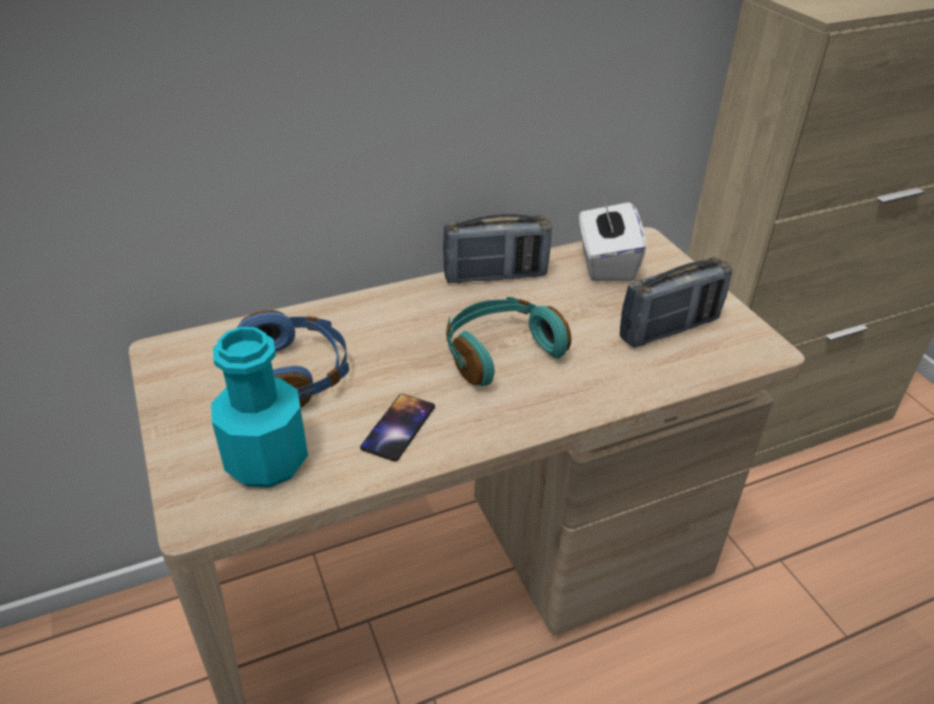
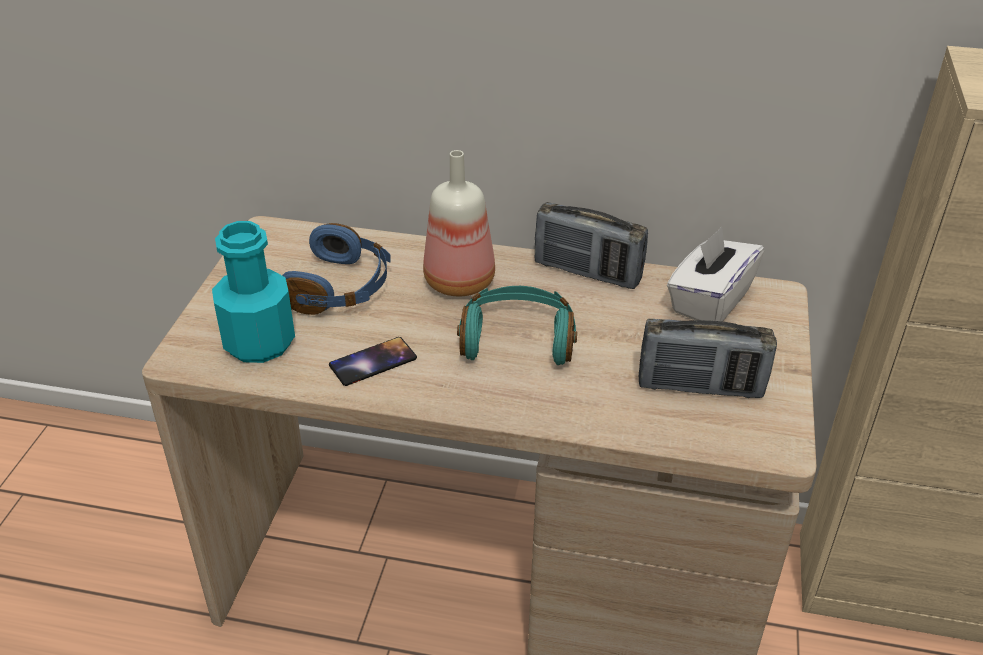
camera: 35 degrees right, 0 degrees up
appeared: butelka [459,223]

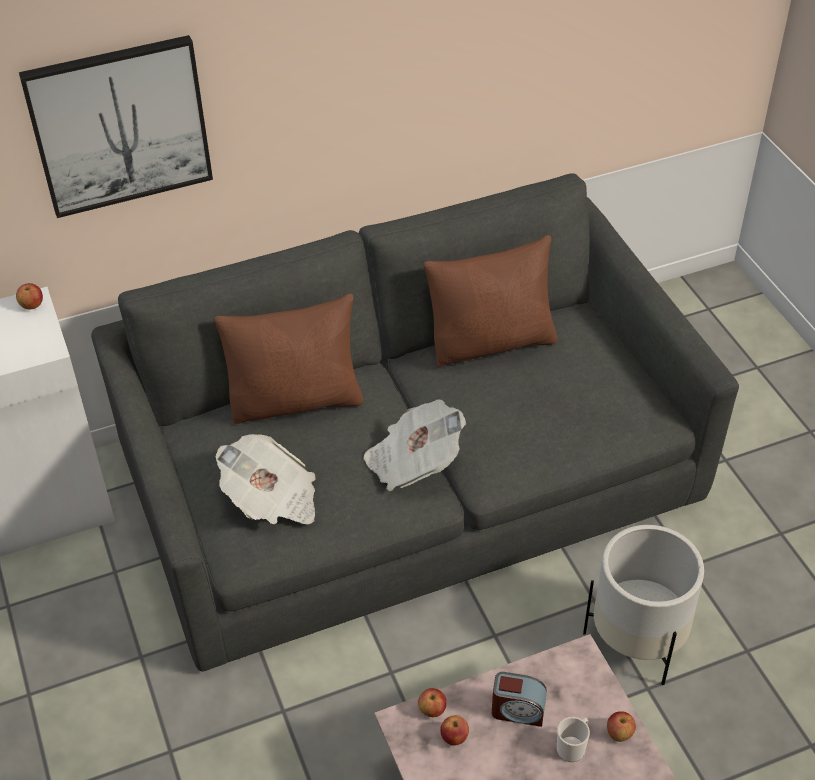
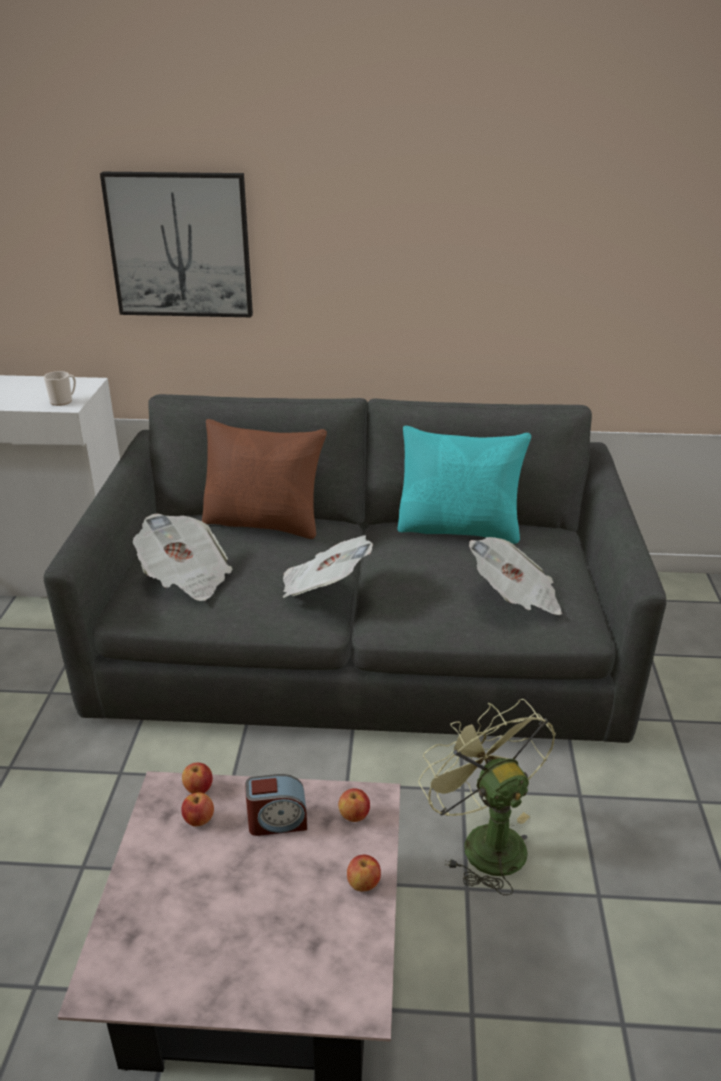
camera: 25 degrees right, 15 degrees down
appeared: gazeta [515,576]
relocated: jabłko [29,296] to [354,805]; kubek [573,739] to [60,388]
exchanged: donica/biały [643,605] to wentylator/zielony [487,797]
colour: poduszka/brązowy [490,301] to poduszka/turkusowy [464,485]
spun: budzik [519,699] = [276,805] 45 degrees counterclockwise

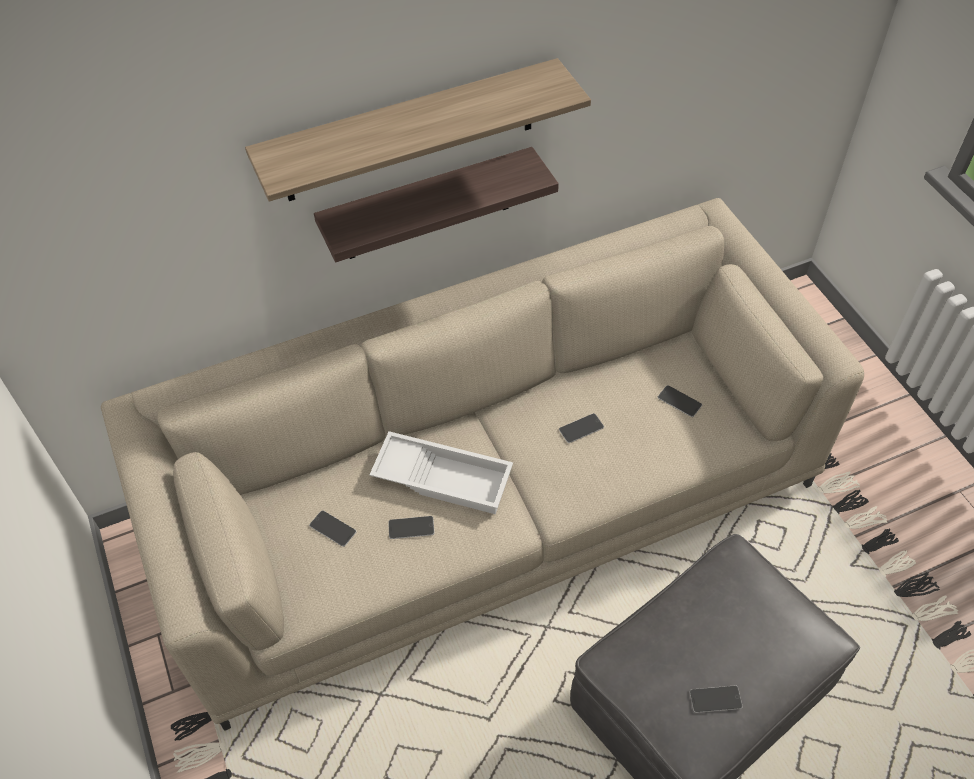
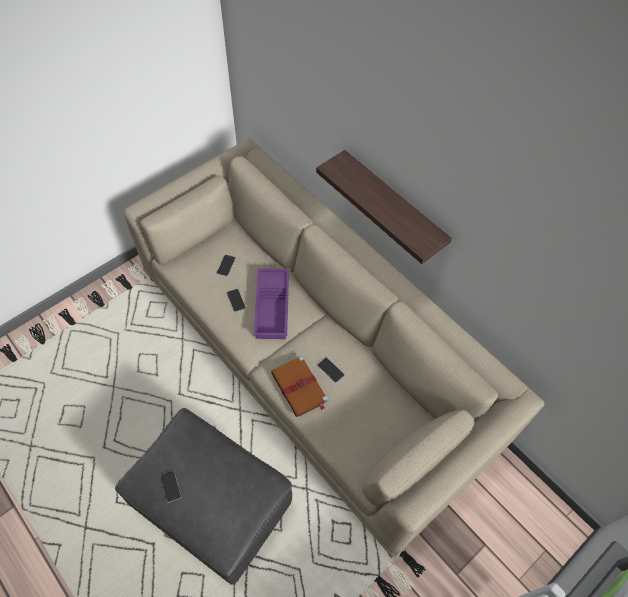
camera: 70 degrees right, 5 degrees up
missing: półka [418,130]; telefon [680,401]
appeared: książka/brązowy [299,386]
colour: taca/biały [441,472] to taca/fioletowy [271,303]

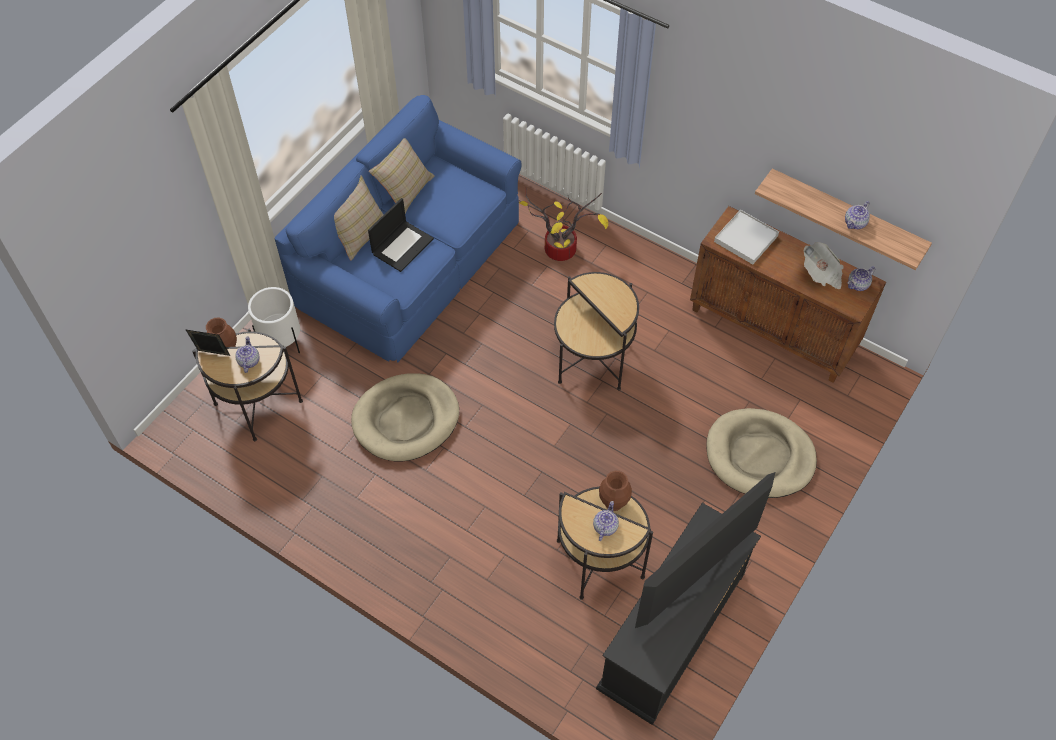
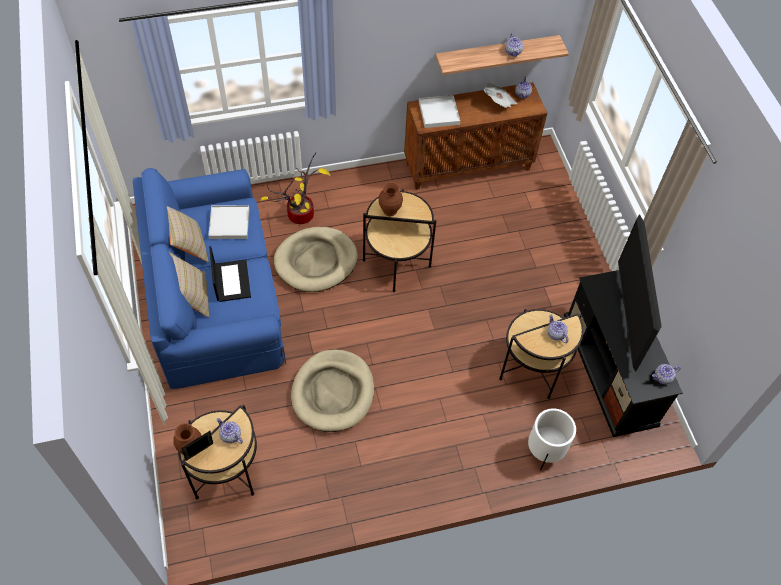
camera: 50 degrees left, 0 degrees up
appeared: taca/biały [228,222]; imbryk [666,374]
relocated: donica/biały [274,320] to [552,439]; legowisko/beżowy [762,453] to [316,259]; wazon/brązowy [615,490] to [391,199]

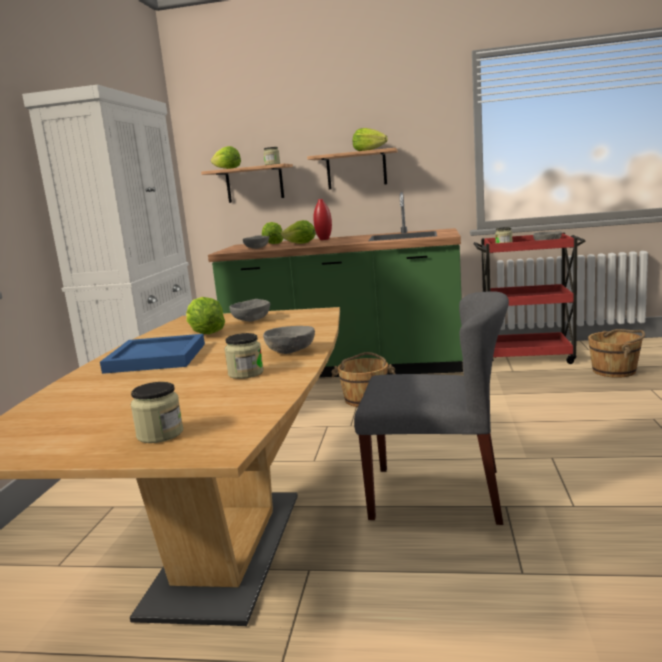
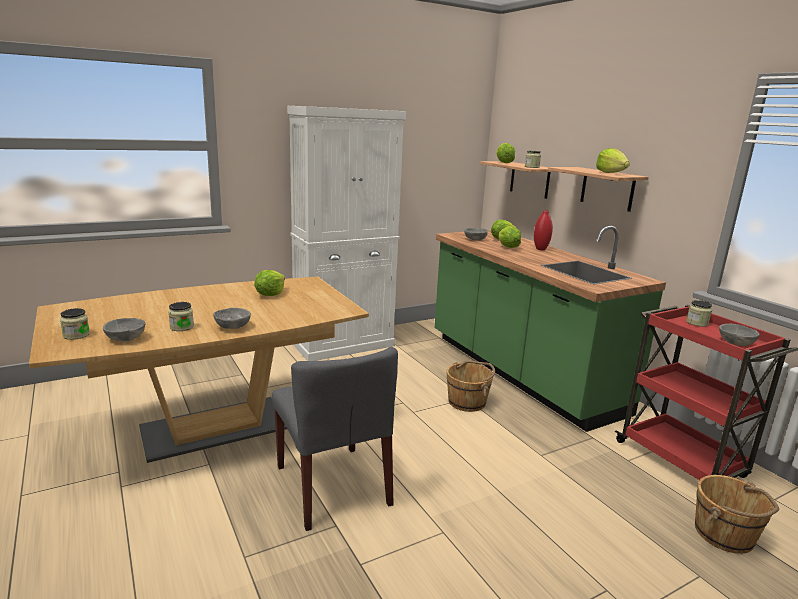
camera: 50 degrees right, 5 degrees up
missing: taca/niebieski [152,354]
relocated: miska/szary [249,310] to [124,329]

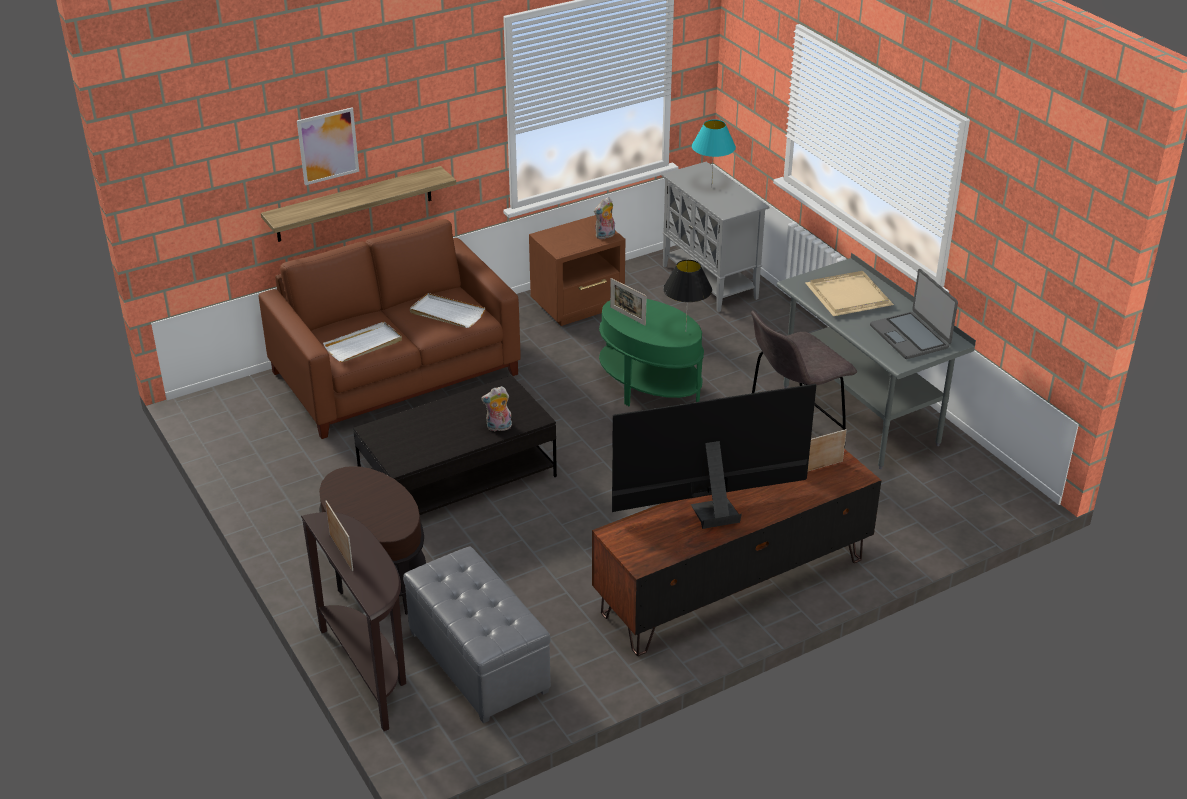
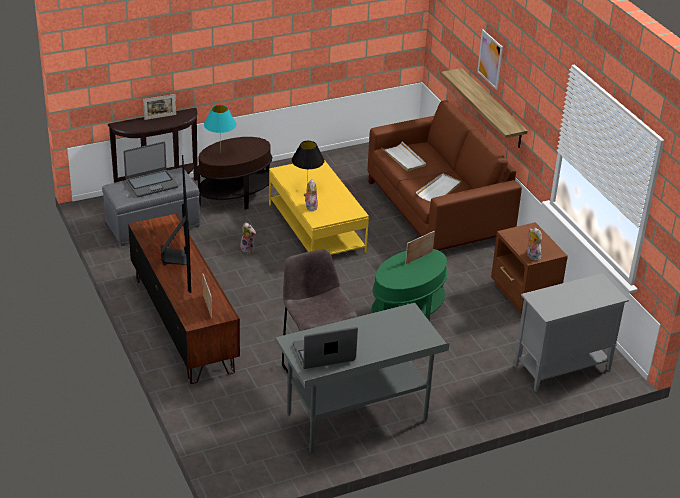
camera: 95 degrees right, 0 degrees up
missing: taca/beżowy [850,293]
appeared: laptop [150,169]; pluszak [248,238]
relocated: lampa stołowa/turkusowy [714,154] to [220,129]; lampa stołowa/czarny [687,292] to [307,163]
colour: ława/czarny [455,445] to ława/żółty [319,207]

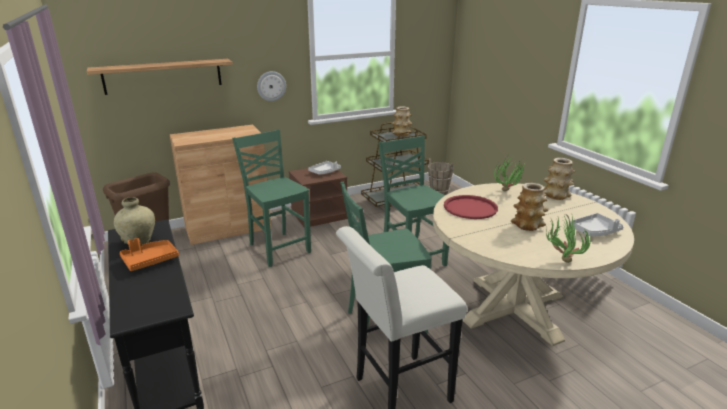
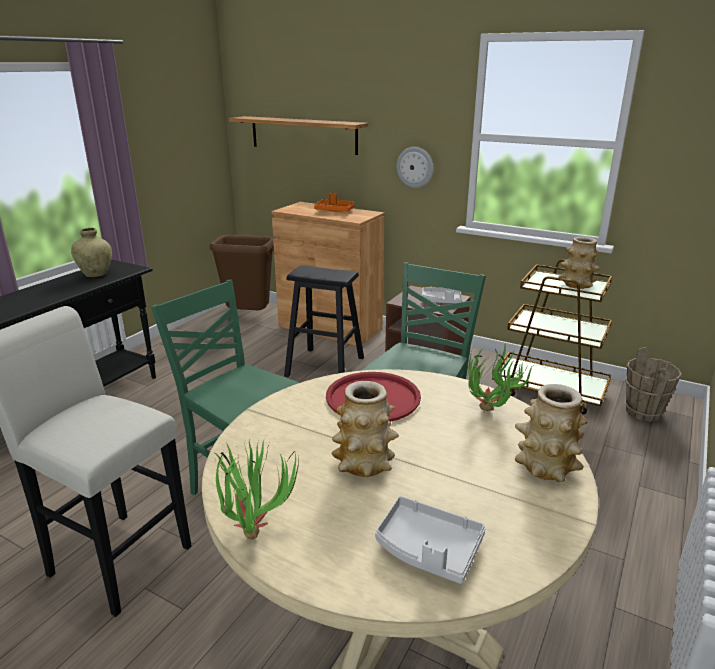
camera: 55 degrees right, 0 degrees up
relocated: taca/pomarańczowy [149,254] to [334,202]
exchanged: krzesło/zielony [271,198] to stołek/czarny [324,321]

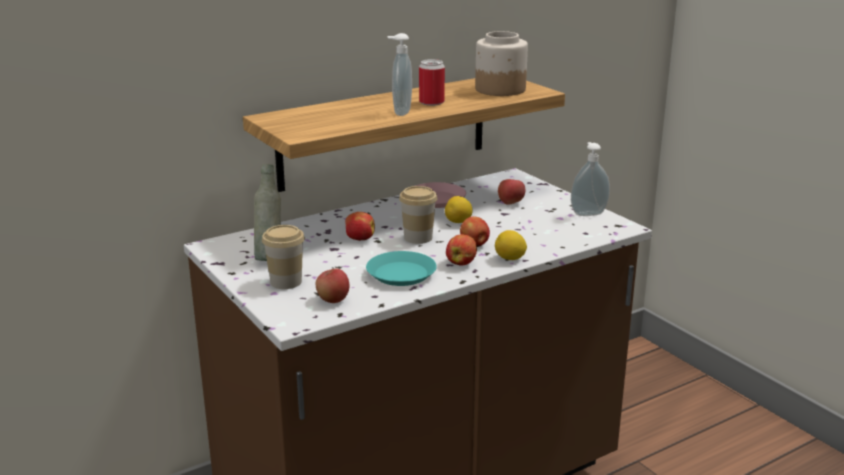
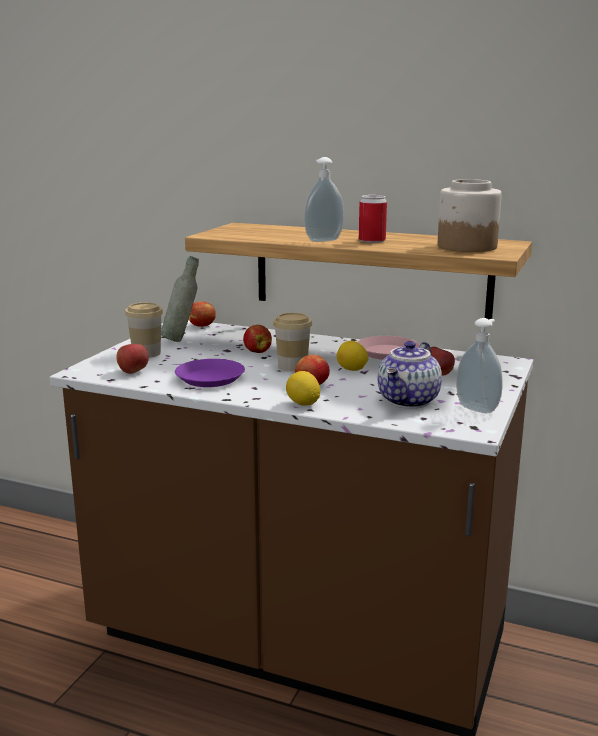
camera: 55 degrees right, 5 degrees down
appeared: imbryk [410,375]
relocated: jabłko [461,250] to [202,314]
colour: talerz/turkusowy [401,268] to talerz/fioletowy [210,373]

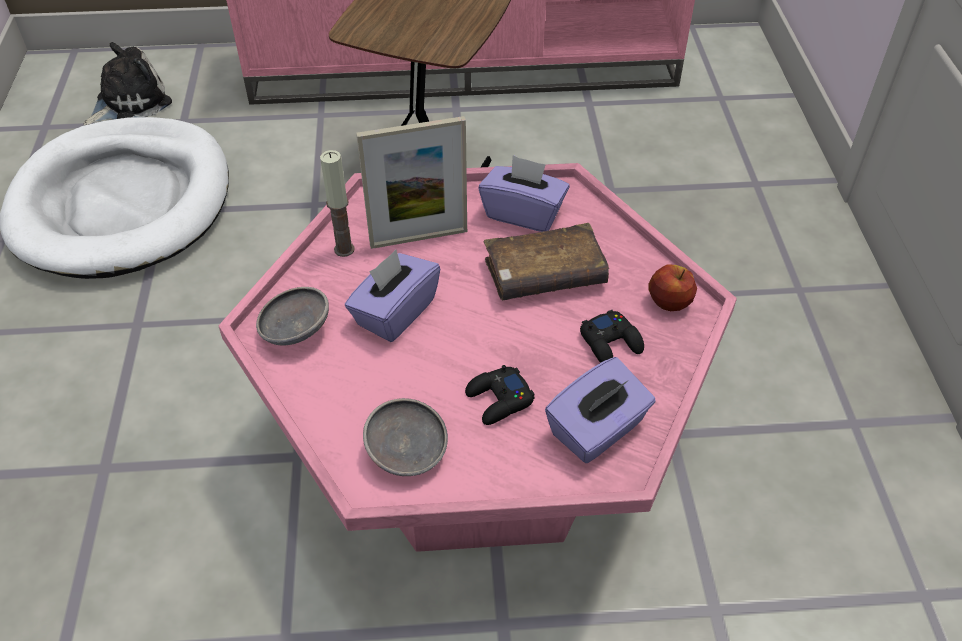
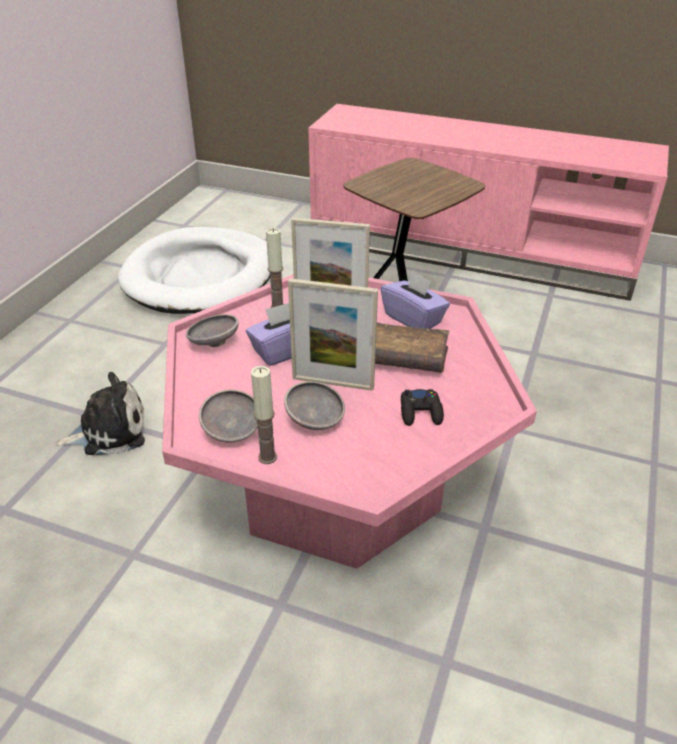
camera: 25 degrees right, 10 degrees down
missing: jabłko [672,287]; pudełko chusteczek/fioletowy [600,410]
appeared: ramka na zdjęcie [333,334]; świeca [264,415]
relocated: pluszak [128,84] to [100,413]
exchanged: pad do gier/czarny [500,395] to miska/szary [314,405]

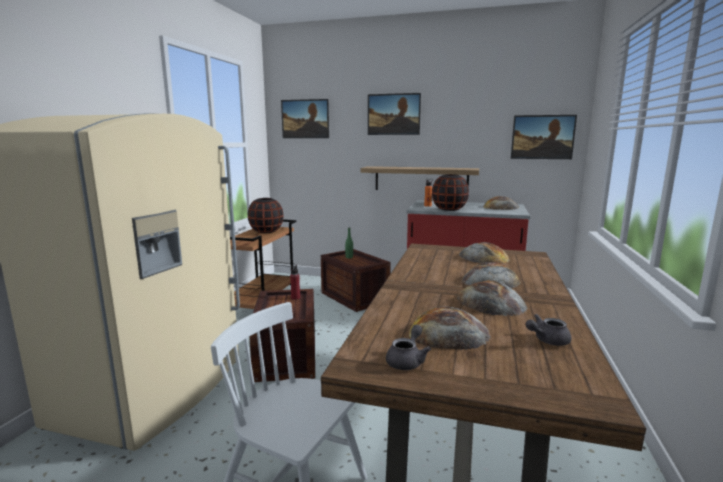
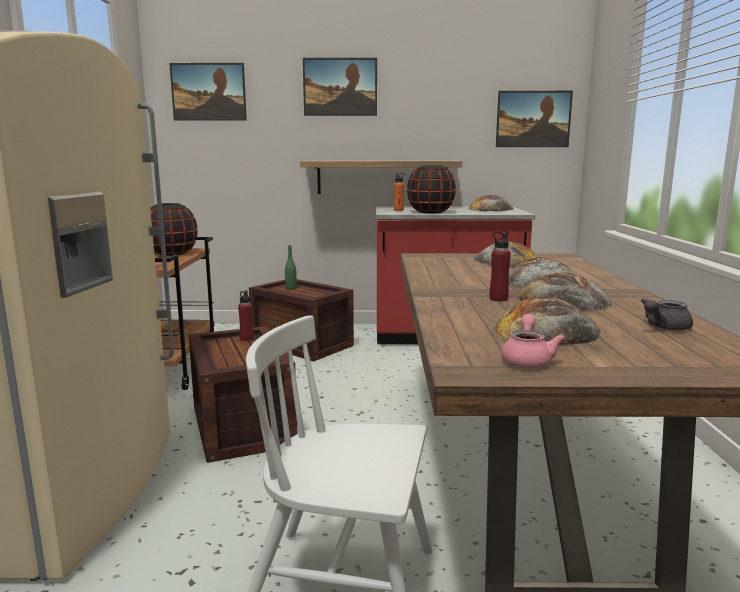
camera: 15 degrees left, 0 degrees up
appeared: butelka/czerwony [500,266]
colour: imbryk/szary [408,347] to imbryk/różowy [533,341]

